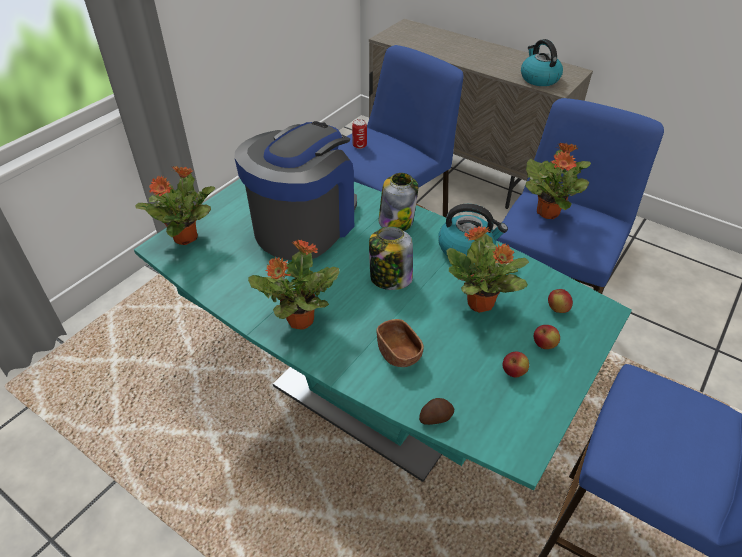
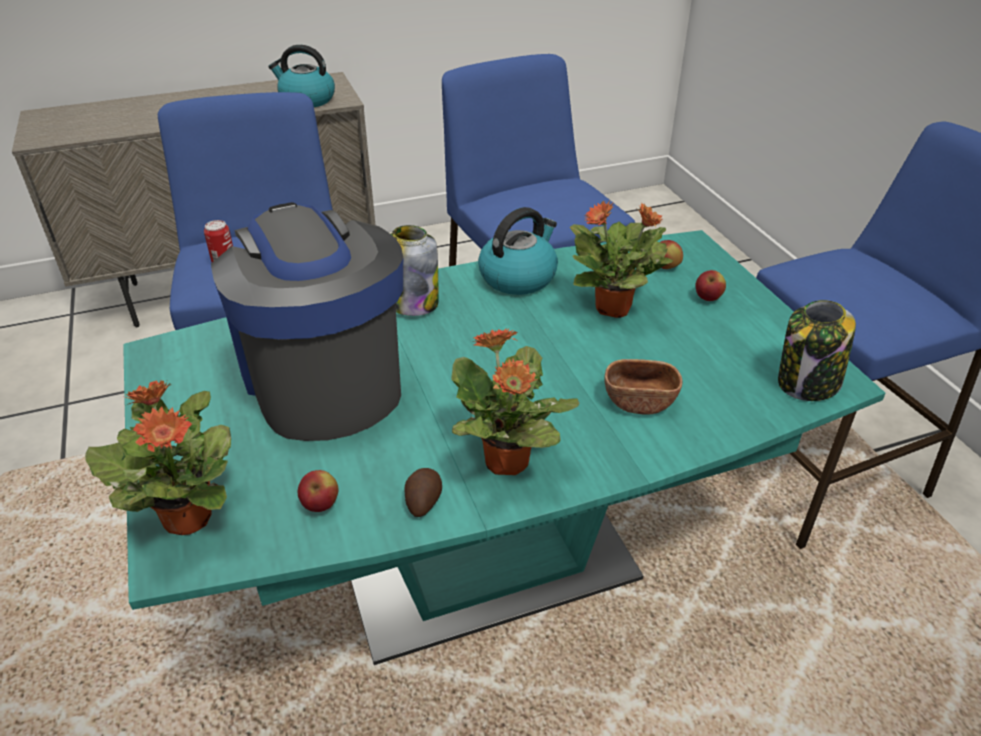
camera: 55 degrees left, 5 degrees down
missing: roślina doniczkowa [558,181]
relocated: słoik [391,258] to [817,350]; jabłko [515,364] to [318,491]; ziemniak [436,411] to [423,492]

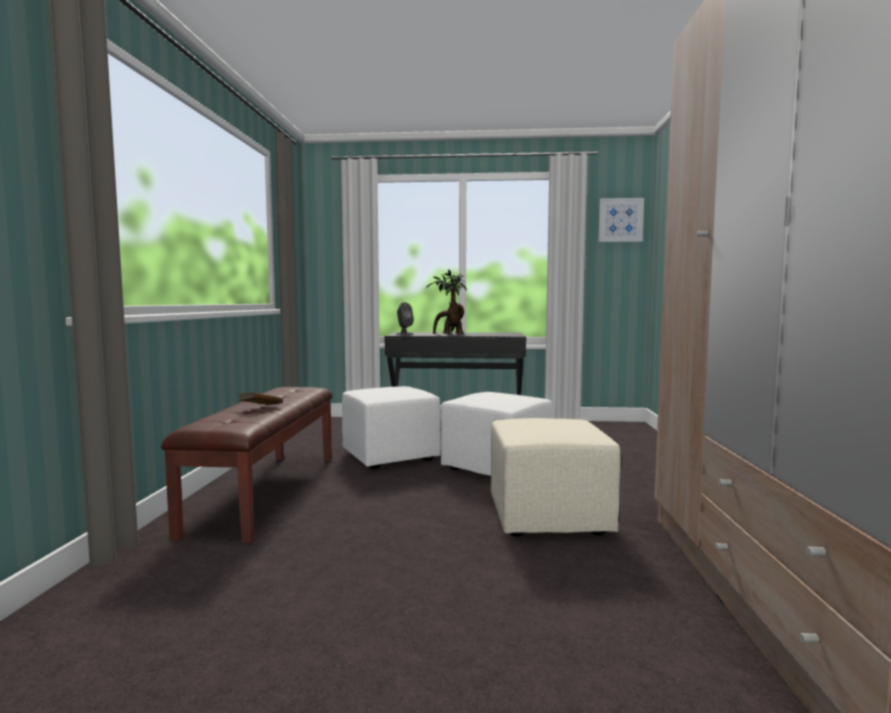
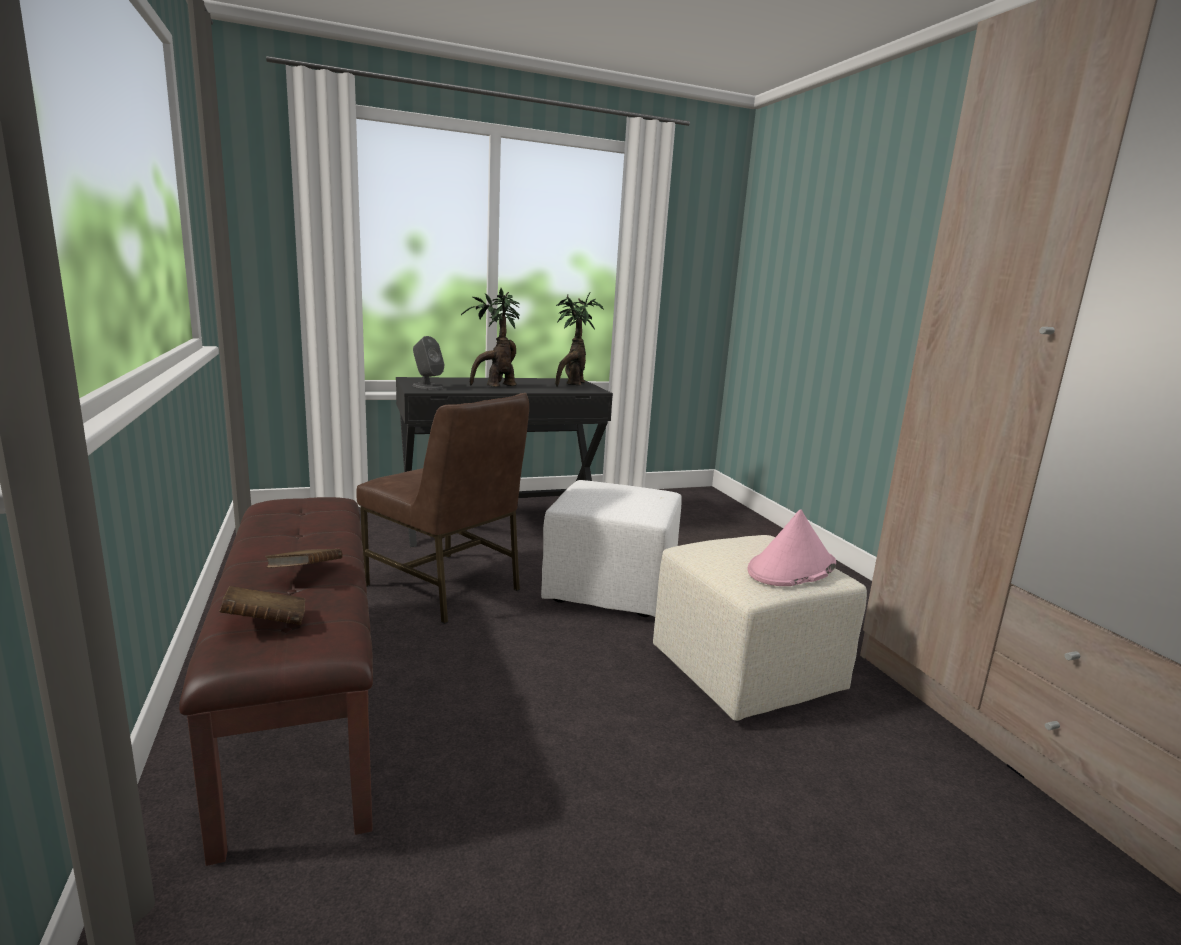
camera: 25 degrees left, 10 degrees up
missing: obraz [621,220]
appeared: roślina doniczkowa [579,339]; kapelusz/różowy [792,548]; książka/brązowy [262,605]
exchanged: pufa/biały [391,427] to krzesło/brązowy [442,508]

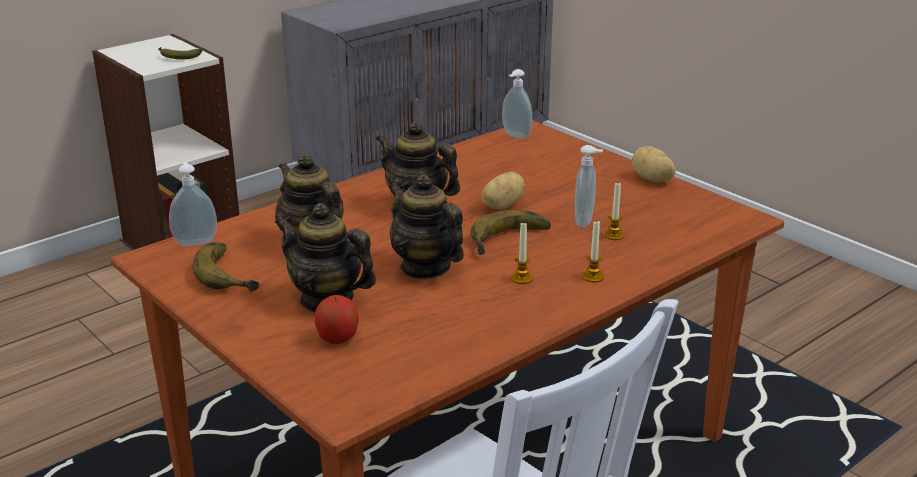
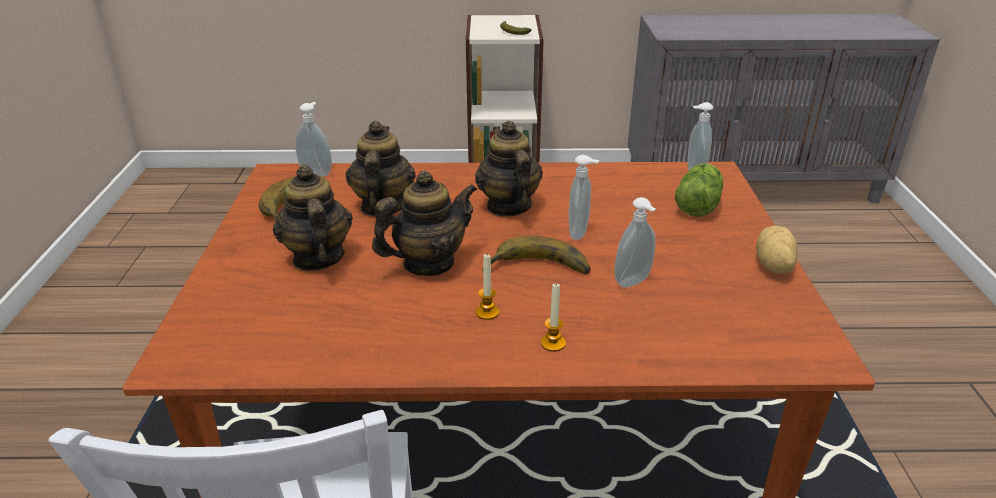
camera: 40 degrees right, 5 degrees up
missing: świeca [614,211]; jabłko [337,320]
appeared: sałata [699,190]
exchanged: ziemniak [503,190] to dozownik mydła [584,197]
spun: imbryk [426,226] = [424,223] 60 degrees clockwise

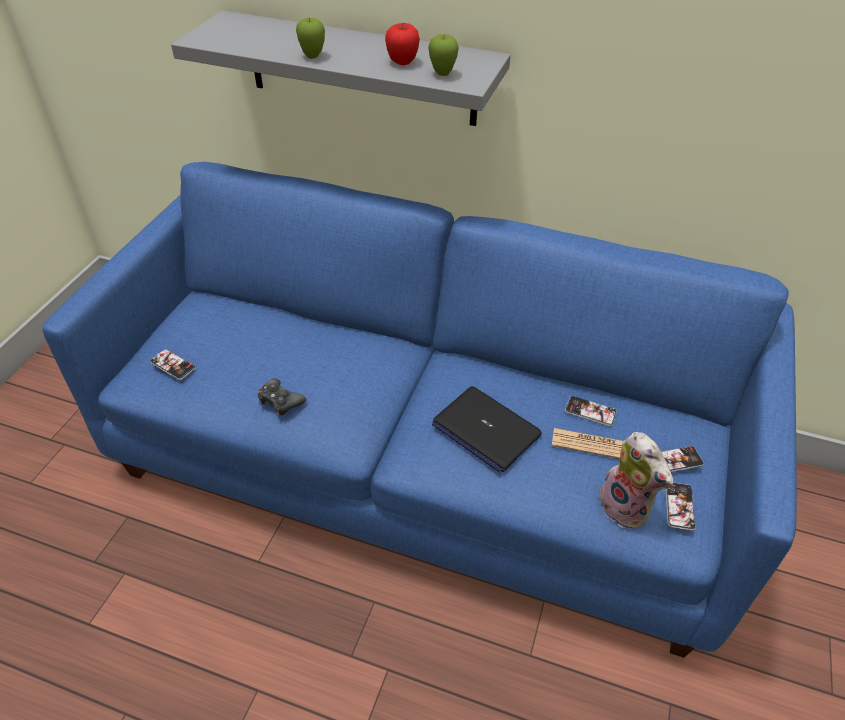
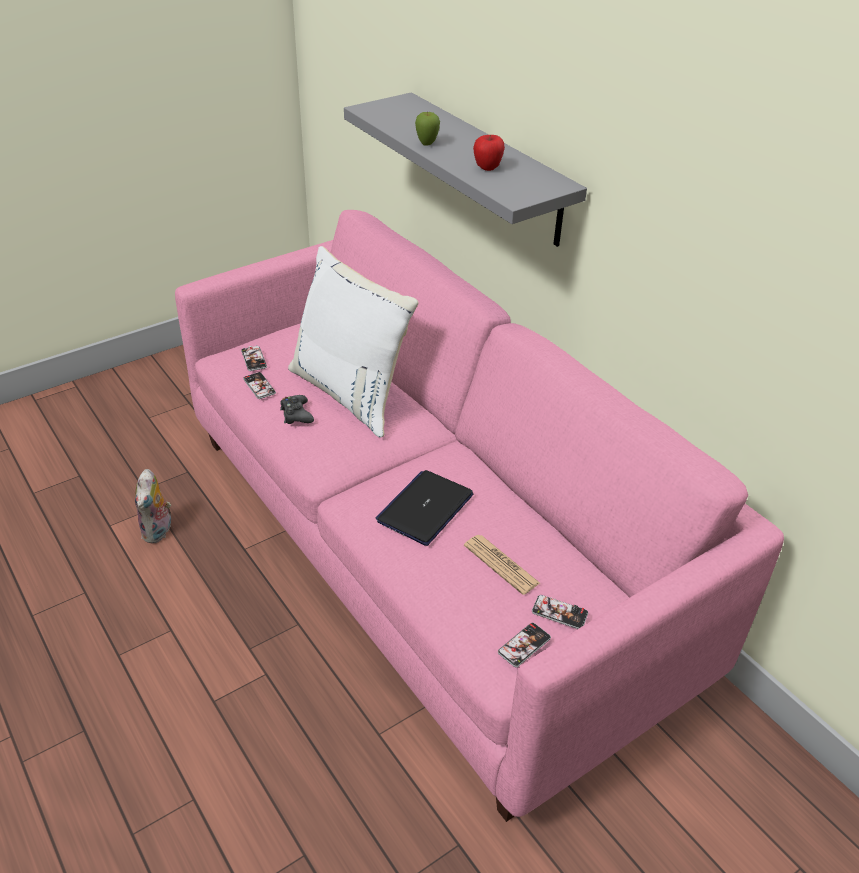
camera: 35 degrees right, 5 degrees down
missing: jabłko [443,55]
appeared: poduszka/biały [353,342]
relocated: telefon [591,411] to [259,385]; pluszak [635,480] to [153,506]
colour: kanapa/niebieski [419,410] to kanapa/różowy [479,516]
spun: laptop [487,429] = [424,508] 45 degrees clockwise

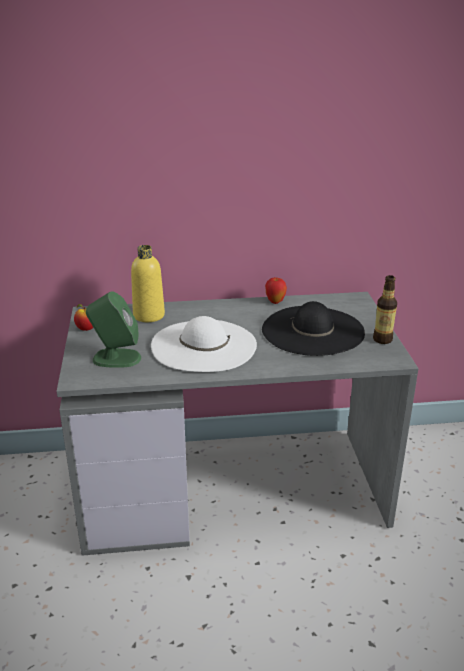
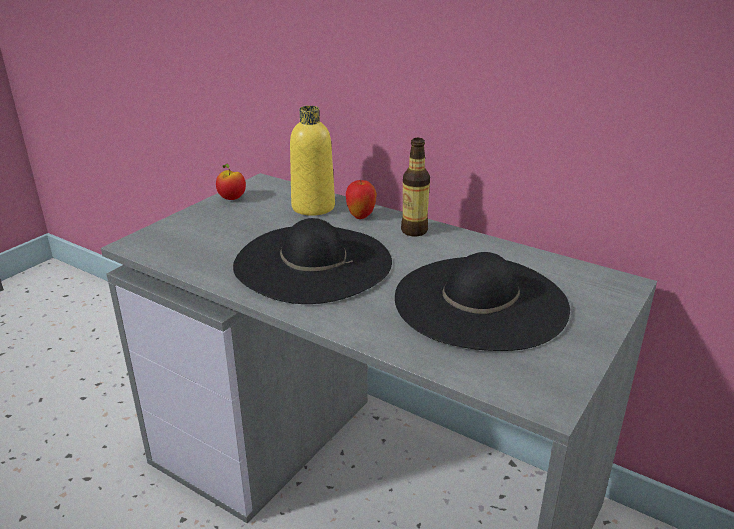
camera: 40 degrees right, 0 degrees up
missing: głośnik/zielony [113,329]
relocated: butelka [385,309] to [415,187]; jabłko [276,290] to [361,199]
colour: kapelusz/biały [204,344] to kapelusz/czarny [312,261]

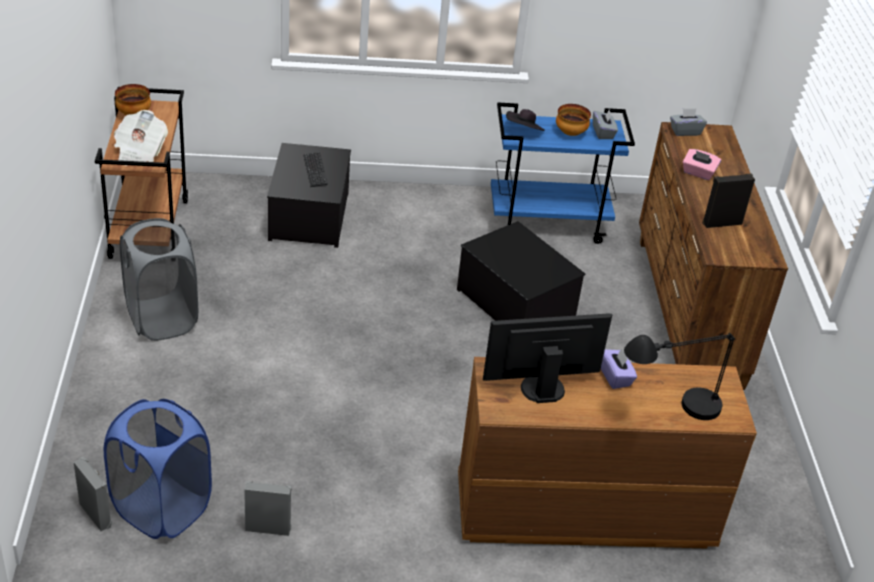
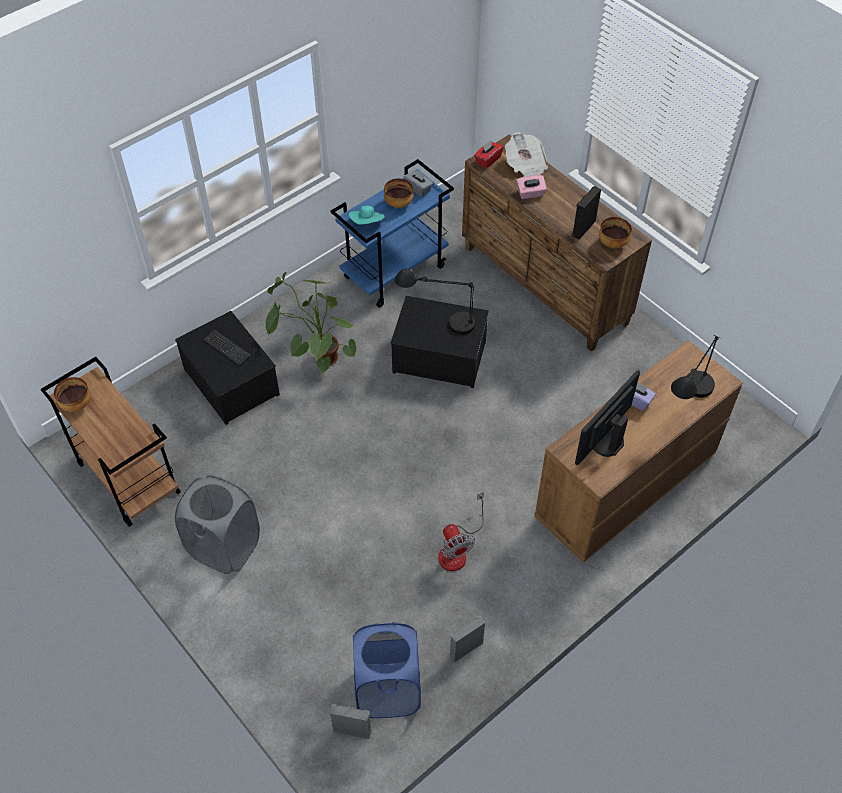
camera: 35 degrees left, 15 degrees up
appeared: miska [615,232]; lampa stołowa/czarny [435,301]; roślina doniczkowa [311,323]; wentylator [461,531]
relocated: gazeta [141,136] to [526,154]
colour: pudełko chusteczek/szary [688,122] to pudełko chusteczek/czerwony [488,154]; kapelusz/czarny [525,120] to kapelusz/turkusowy [367,215]

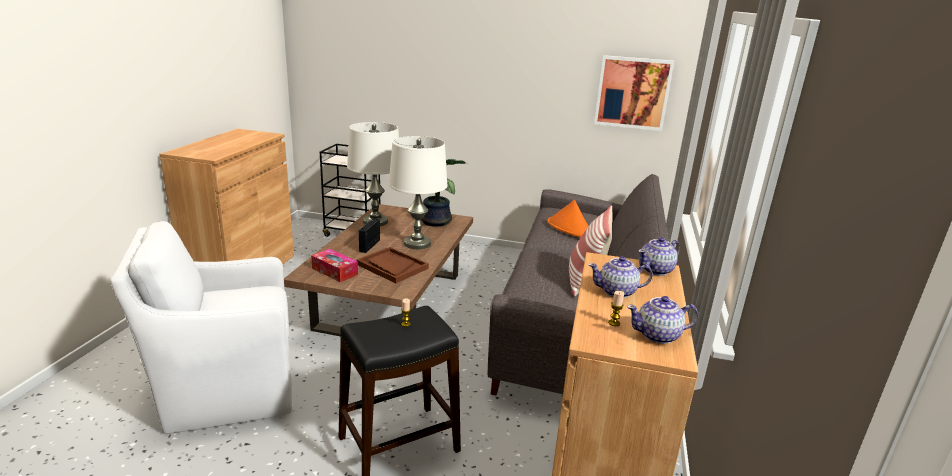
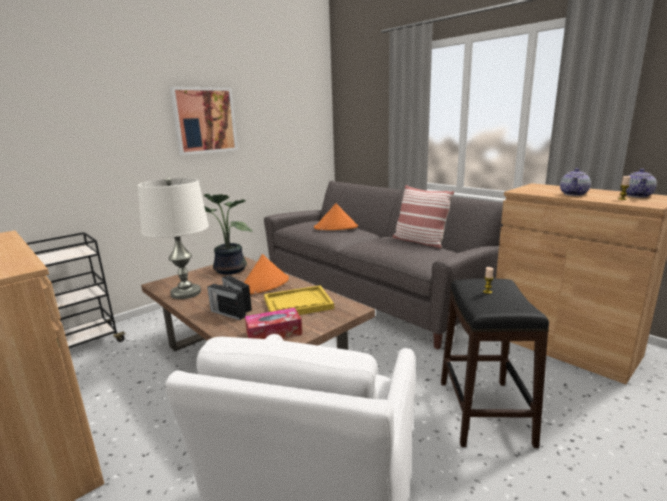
camera: 55 degrees left, 5 degrees down
missing: imbryk [659,256]
appeared: radio [226,302]
relocated: obraz [634,93] to [204,121]
exchanged: lampa stołowa/biały [418,192] to kapelusz/pomarańczowy [266,274]
colour: taca/brązowy [392,265] to taca/żółty [299,300]

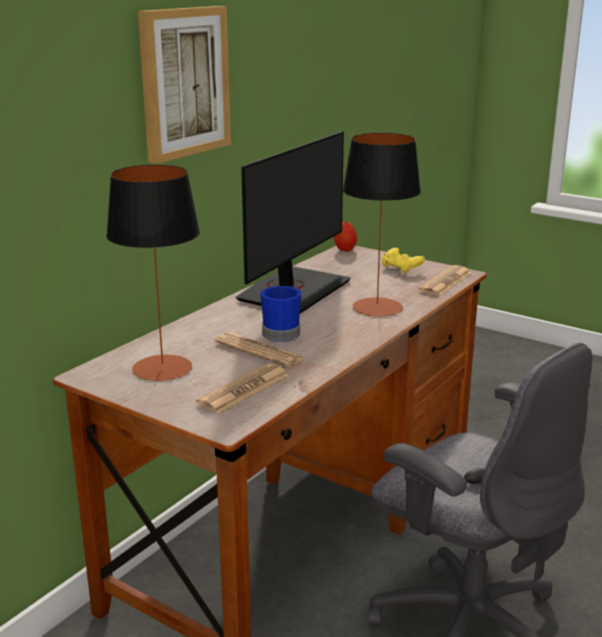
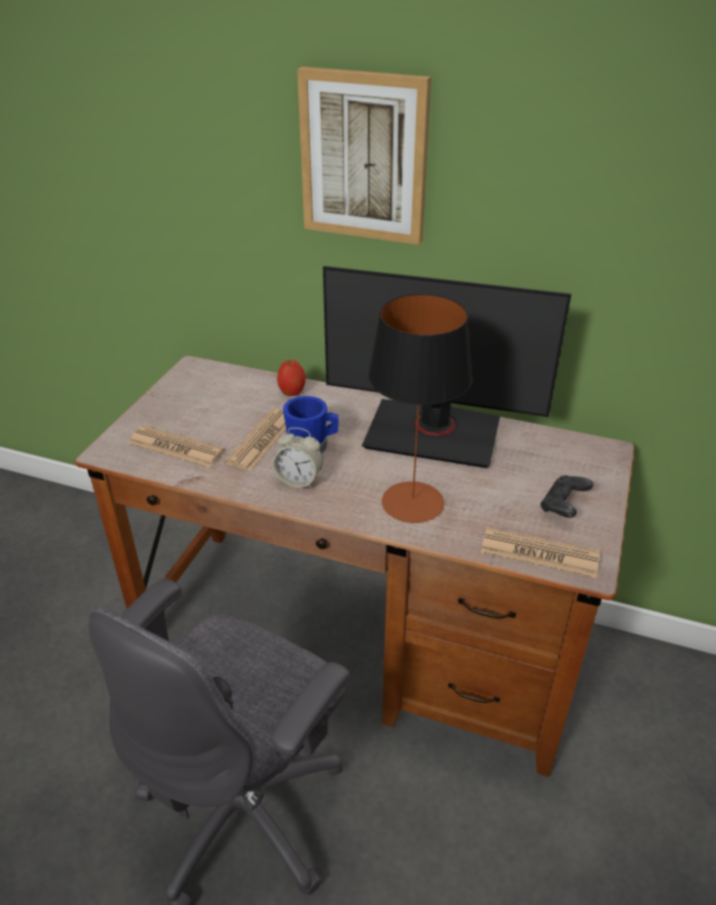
camera: 75 degrees right, 15 degrees up
missing: lampa stołowa [153,273]
appeared: budzik [297,458]
relocated: jabłko [345,236] to [291,378]
colour: pad do gier/żółty [403,261] to pad do gier/czarny [566,496]

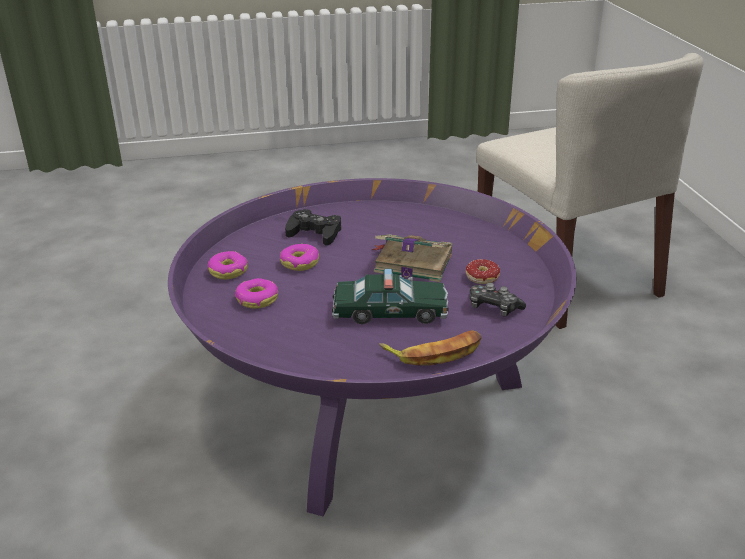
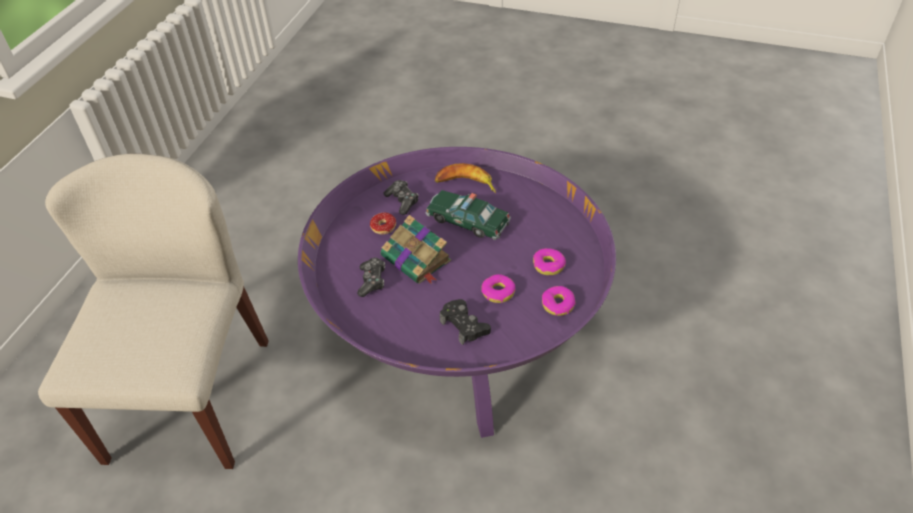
camera: 150 degrees left, 15 degrees up
appeared: pad do gier [371,277]

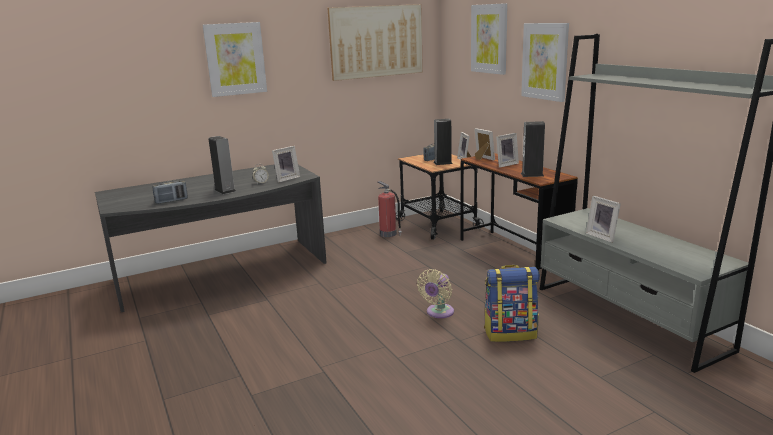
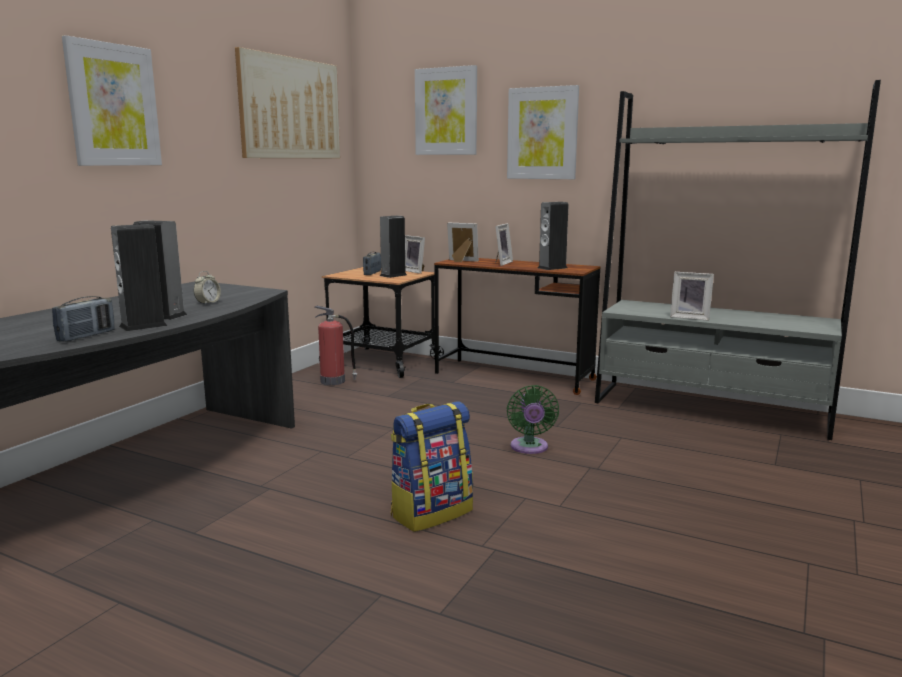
camera: 35 degrees left, 5 degrees down
missing: ramka na zdjęcie [286,164]
appeared: głośnik [139,277]
relocated: plecak [512,303] to [432,466]
colour: wentylator/beżowy [435,293] to wentylator/zielony [533,419]

